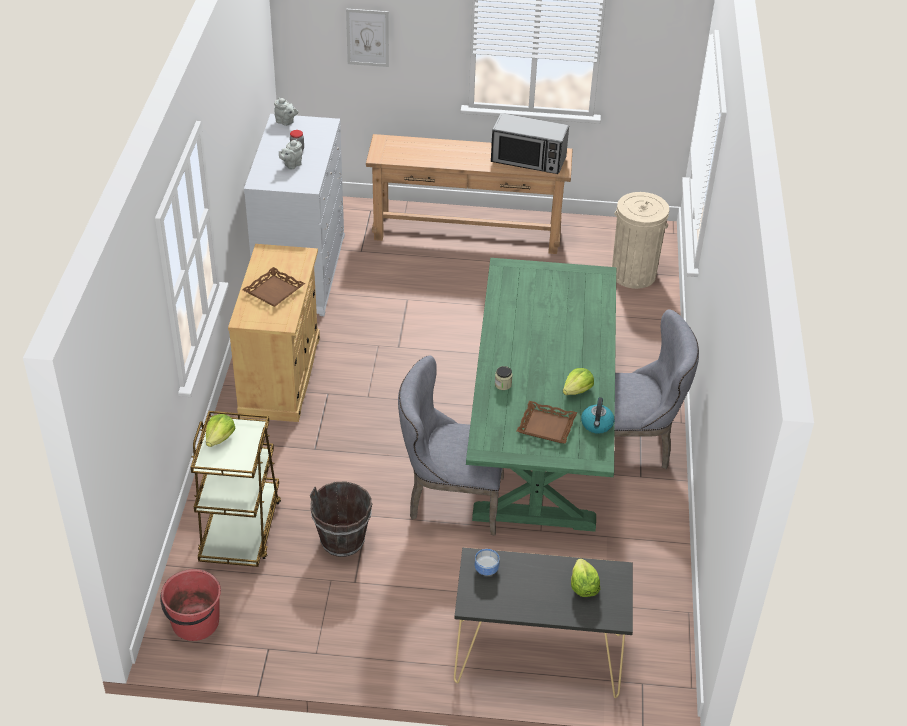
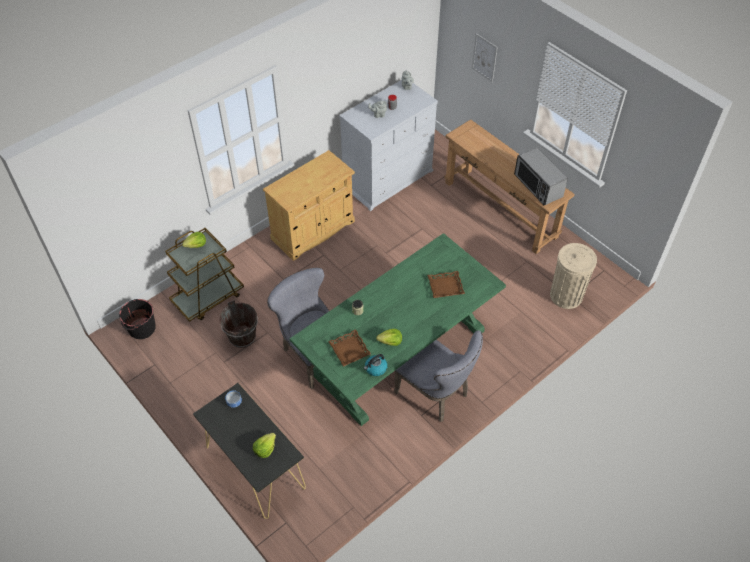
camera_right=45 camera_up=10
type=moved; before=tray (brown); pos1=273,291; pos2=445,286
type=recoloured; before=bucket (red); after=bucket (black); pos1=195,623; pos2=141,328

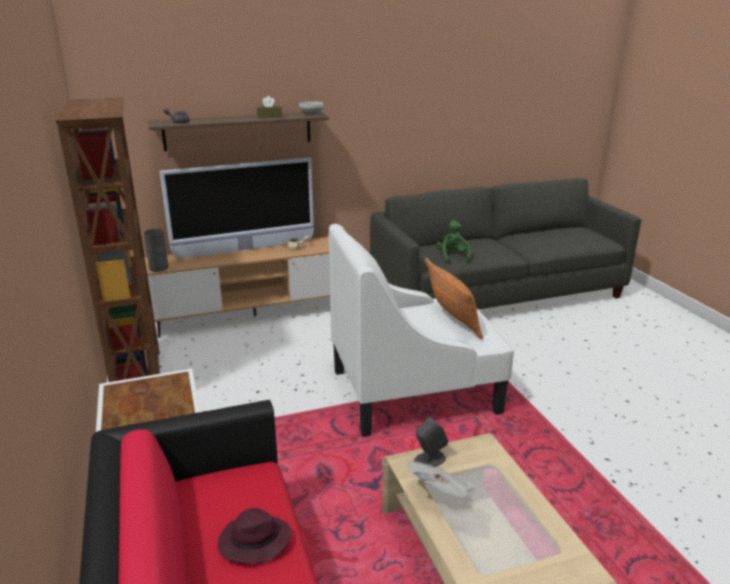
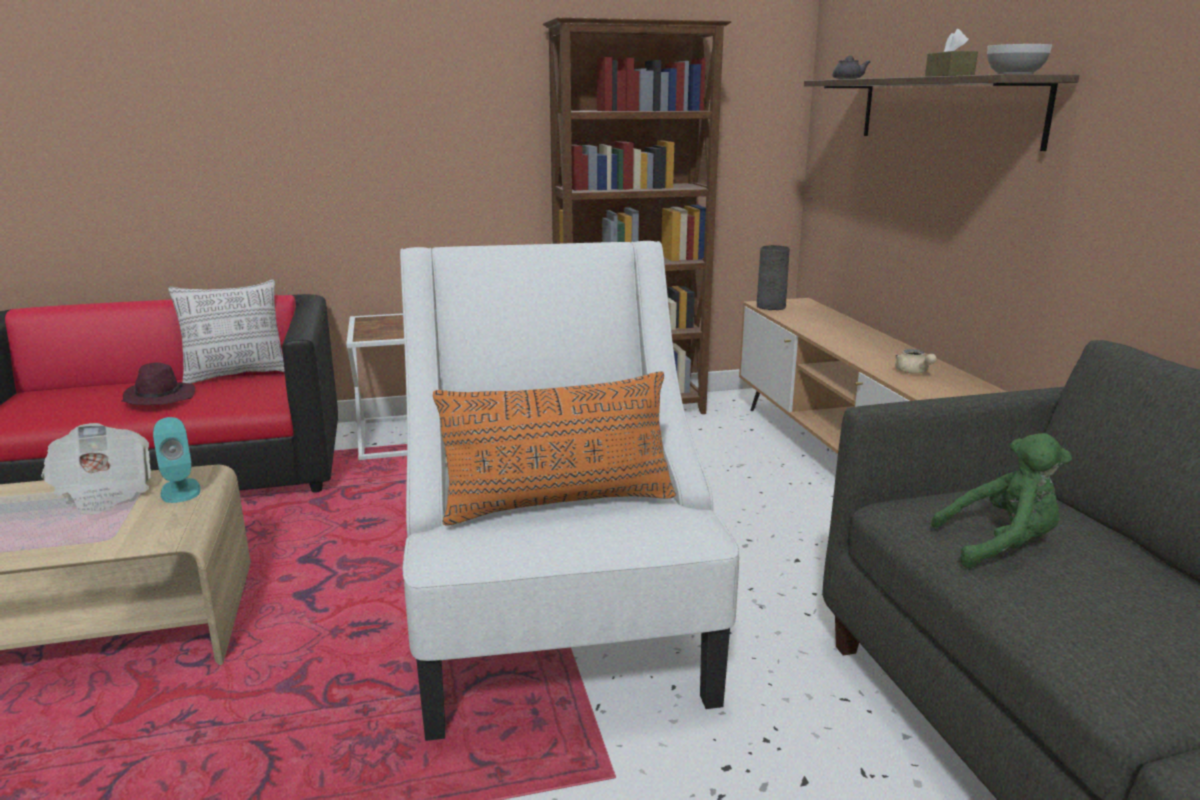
camera_right=95 camera_up=-5
type=removed; before=television; pos1=245,249
type=recoloured; before=speaker (grey); after=speaker (turquoise); pos1=429,459; pos2=180,491
type=added; after=pillow; pos2=237,375

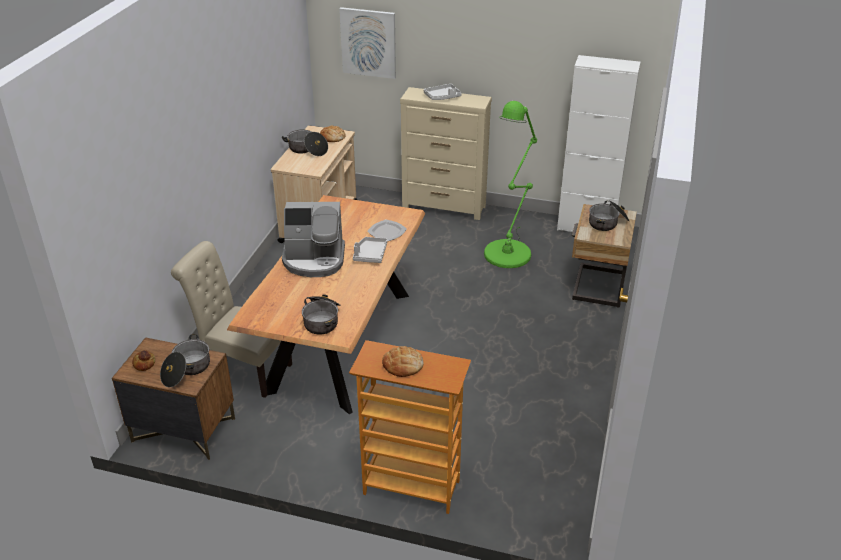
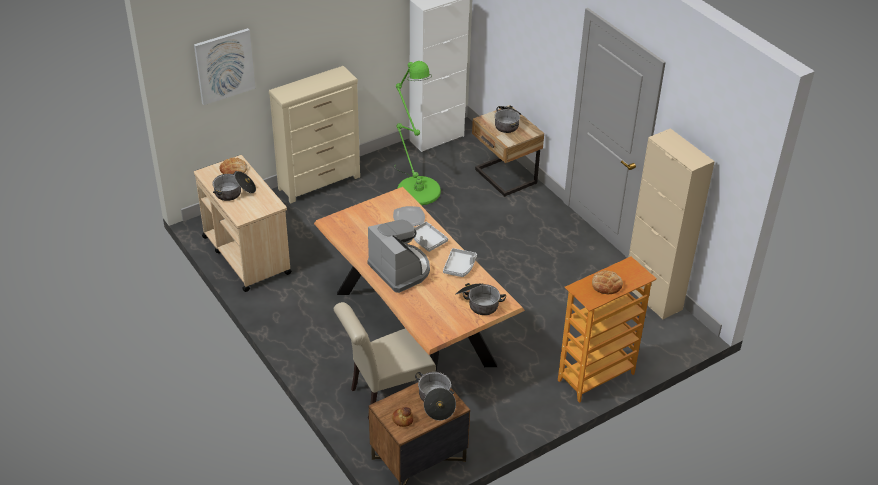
camera_right=-50 camera_up=5
type=moved; before=tray (grey); pos1=442,97; pos2=460,267
type=turned; before=coffee machine; pos1=314,260; pos2=400,269; turn=-75
type=added; after=cabinet (beige); pos2=653,297

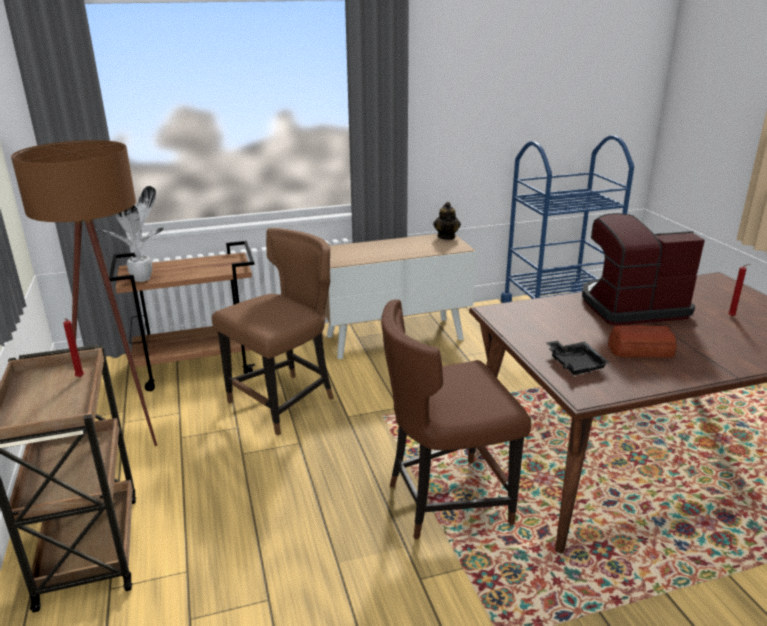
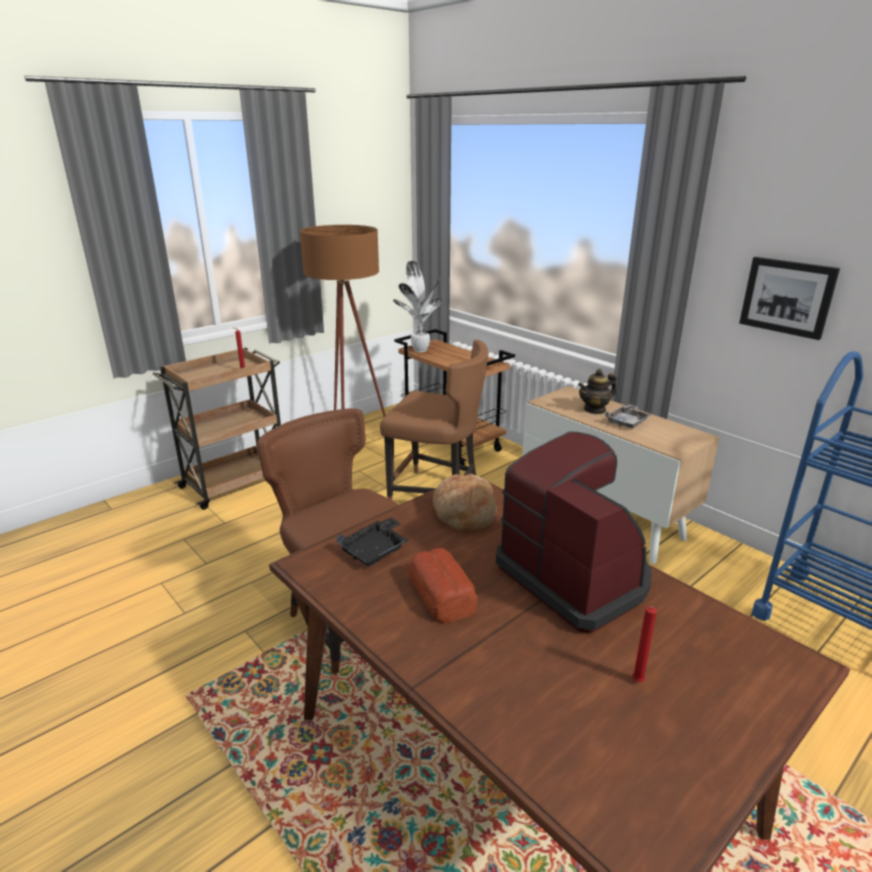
camera_right=65 camera_up=0
type=moved; before=teapot; pos1=446,237; pos2=595,410
type=added; after=picture; pos2=787,297
type=added; after=tray (grey); pos2=627,422
type=added; after=bread; pos2=464,514

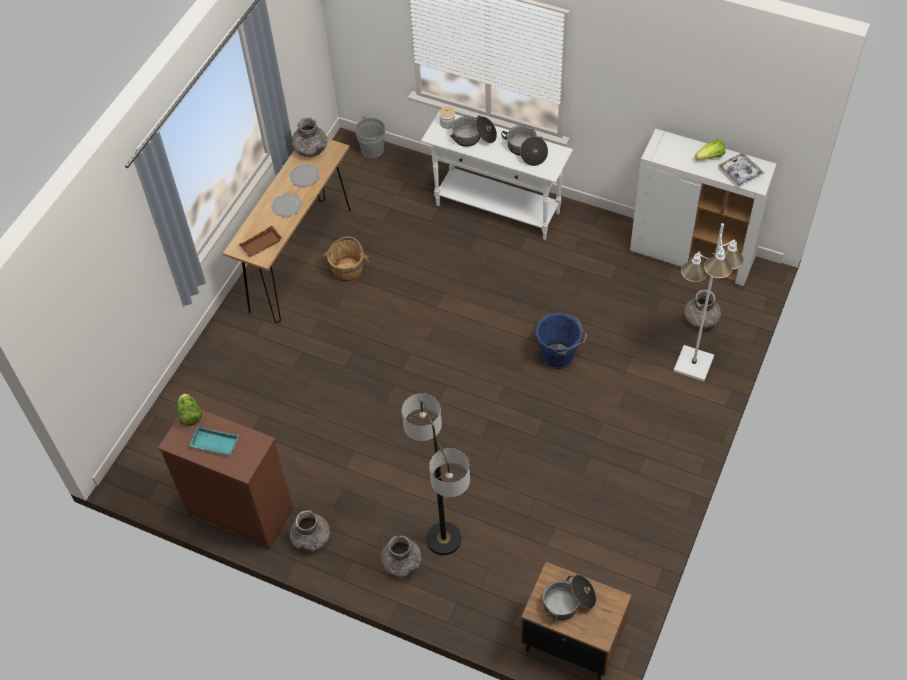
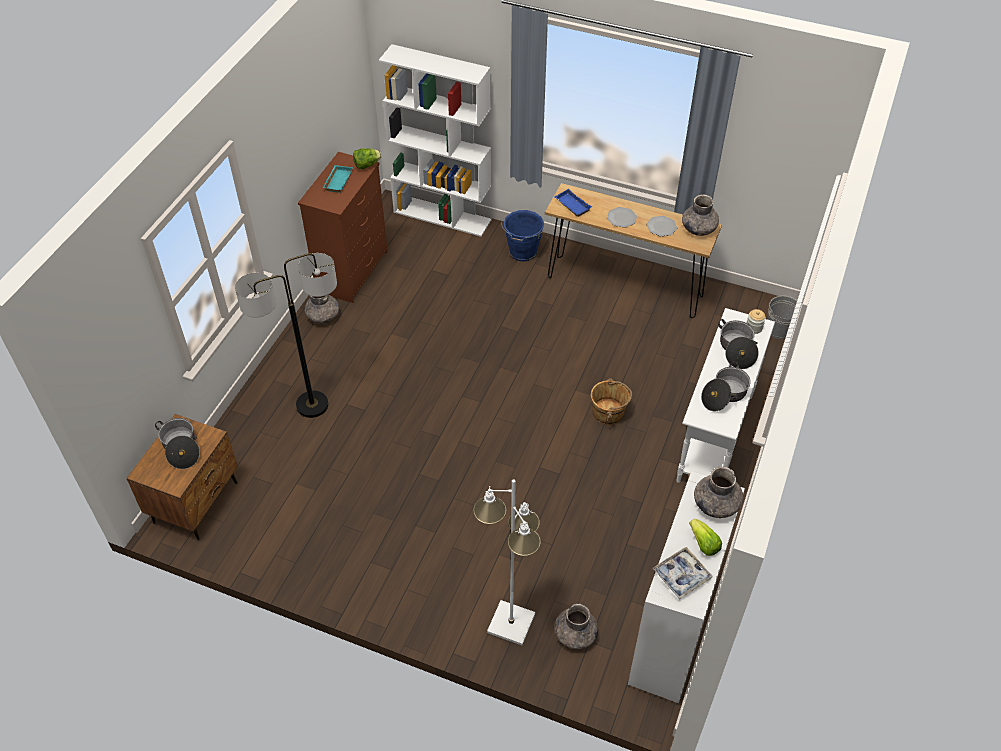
camera_right=85 camera_up=-5
type=recoloured; before=tray (brown); after=tray (blue); pos1=261,245; pos2=571,205
type=moved; before=bucket (brown); pos1=348,270; pos2=608,412
type=moved; before=bucket (blue); pos1=559,356; pos2=522,253
type=moved; before=vase (grey); pos1=401,563; pos2=716,504
type=added; after=bookcase (white); pos2=443,216

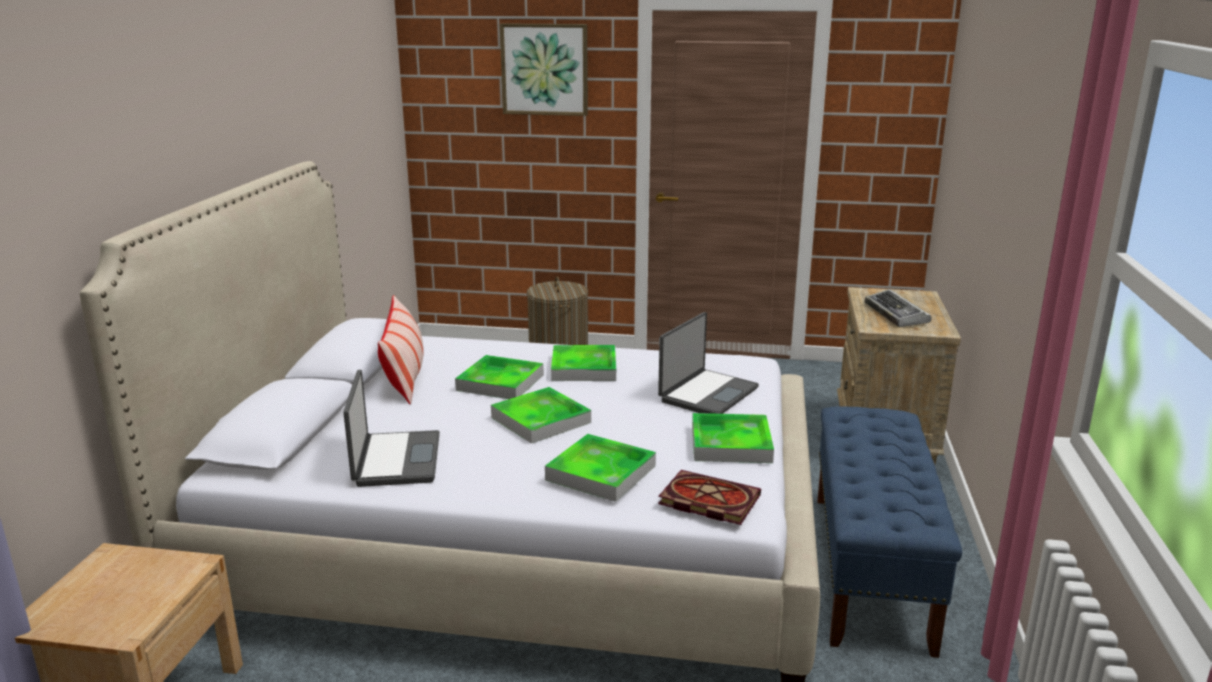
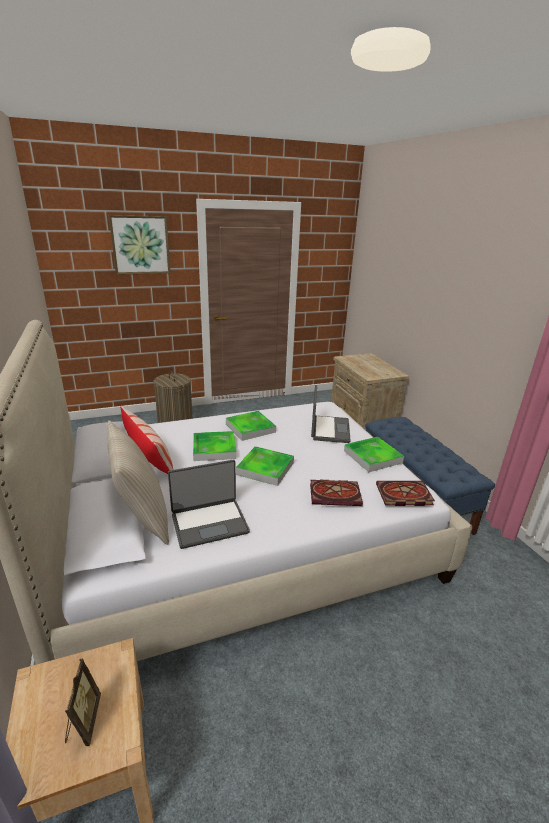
camera_right=-30 camera_up=5
type=removed; before=keyboard; pos1=897,315
type=turned; before=laptop; pos1=395,460; pos2=209,523; turn=105
type=replaced; before=tray; after=book; pos1=601,473; pos2=336,494
type=added; after=pillow (beige); pos2=142,517
type=added; after=picture frame; pos2=83,721

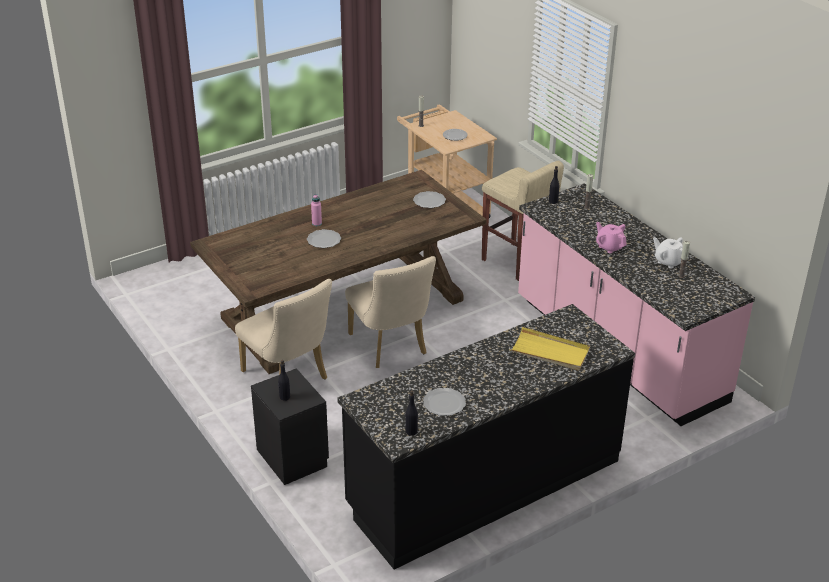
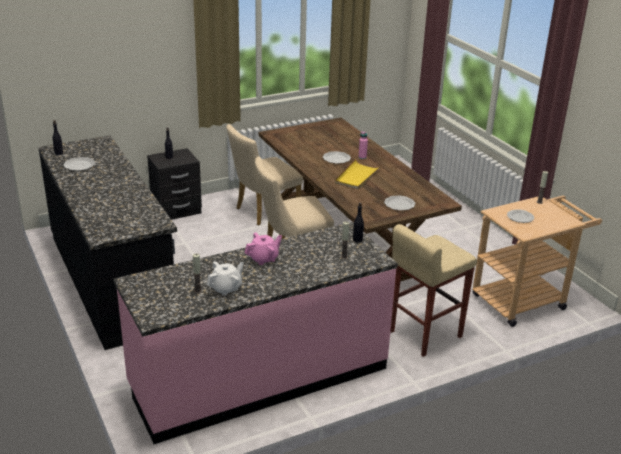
camera_right=95 camera_up=-5
type=moved; before=tray (yellow); pos1=550,352; pos2=357,176

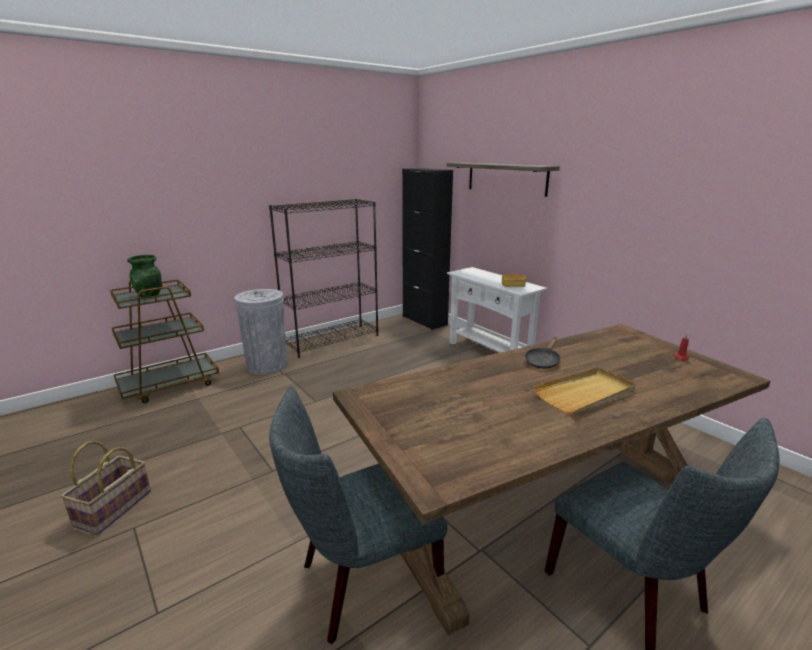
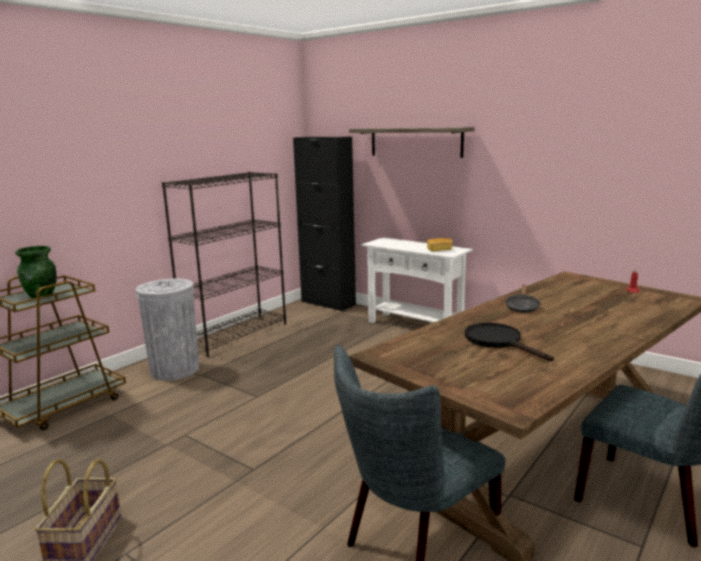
camera_right=-15 camera_up=-5
type=removed; before=tray (beige); pos1=585,393
type=added; after=frying pan (black); pos2=499,342

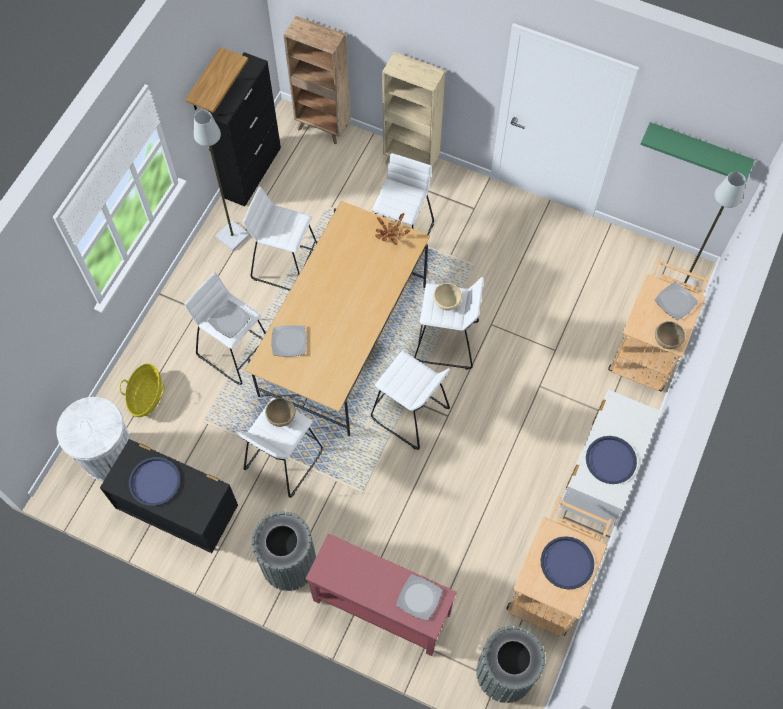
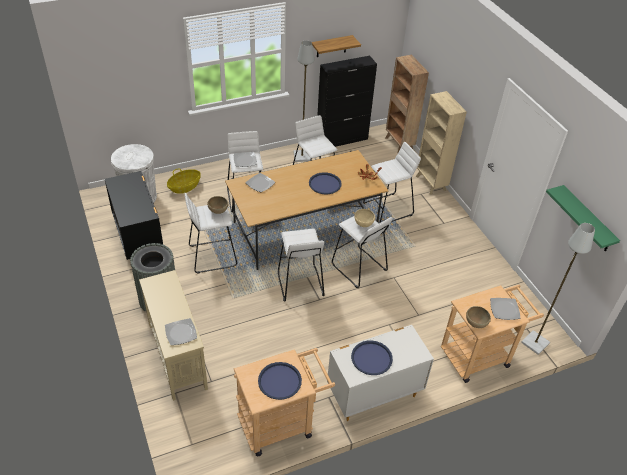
camera_right=40 camera_up=-20
type=moved; before=tray (blue); pos1=154,482; pos2=325,184
type=recoloured; before=console table (red); after=console table (beige); pos1=381,606; pos2=177,355
type=removed; before=trash can (grey); pos1=504,672

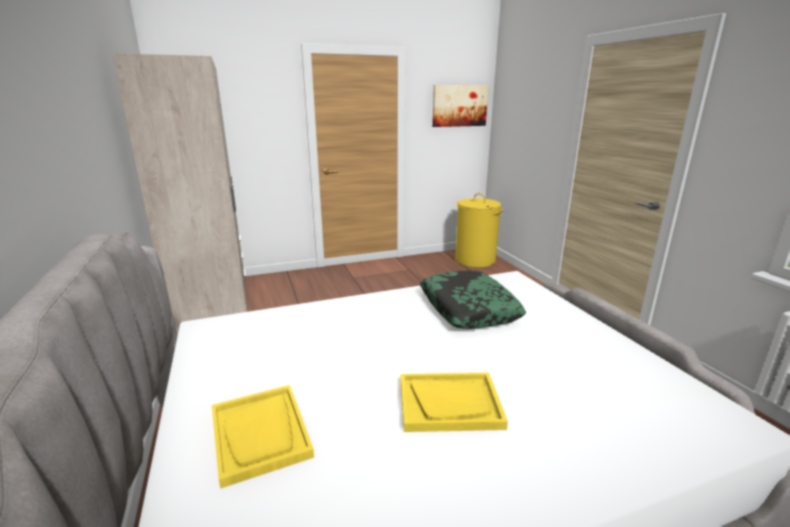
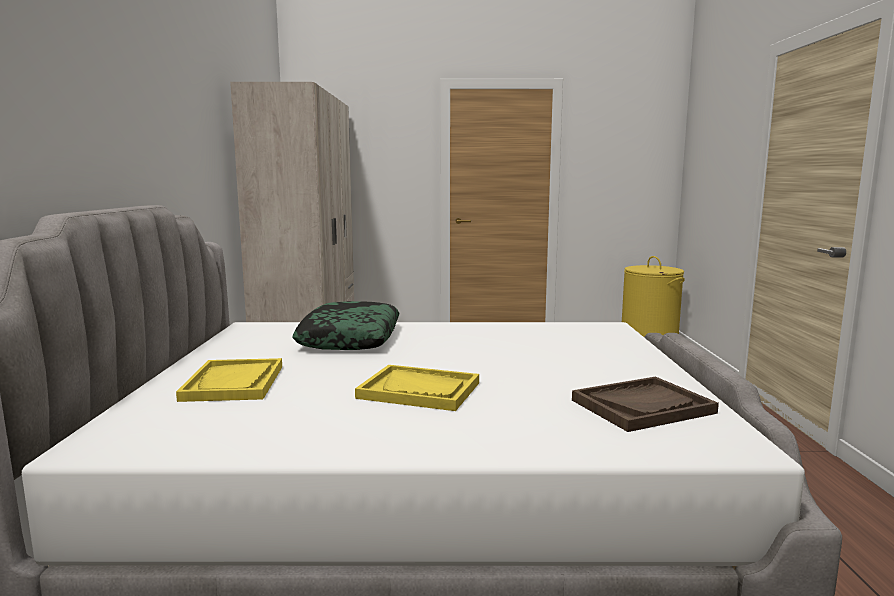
camera_right=20 camera_up=-10
type=removed; before=picture; pos1=459,106
type=moved; before=pillow; pos1=467,308; pos2=350,338
type=added; after=tray (brown); pos2=642,406

